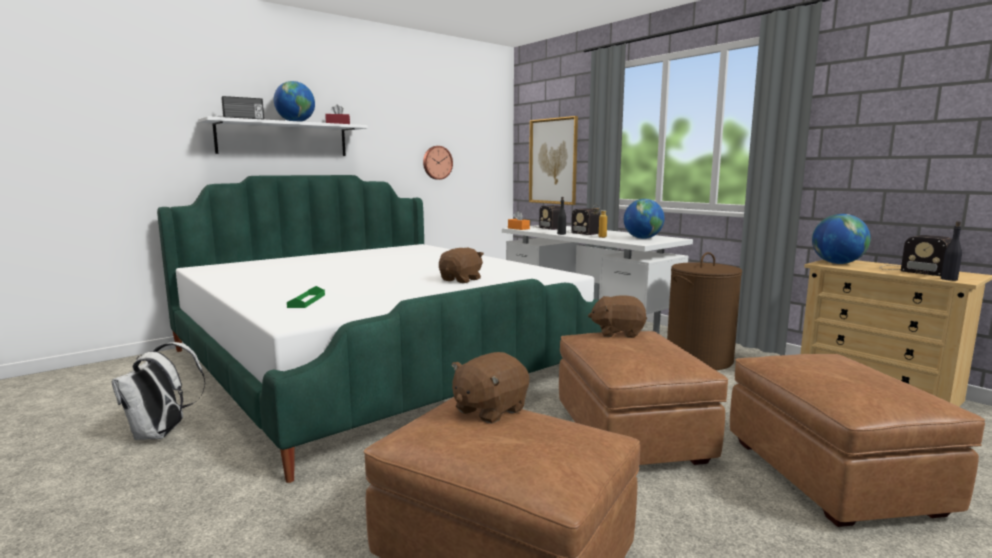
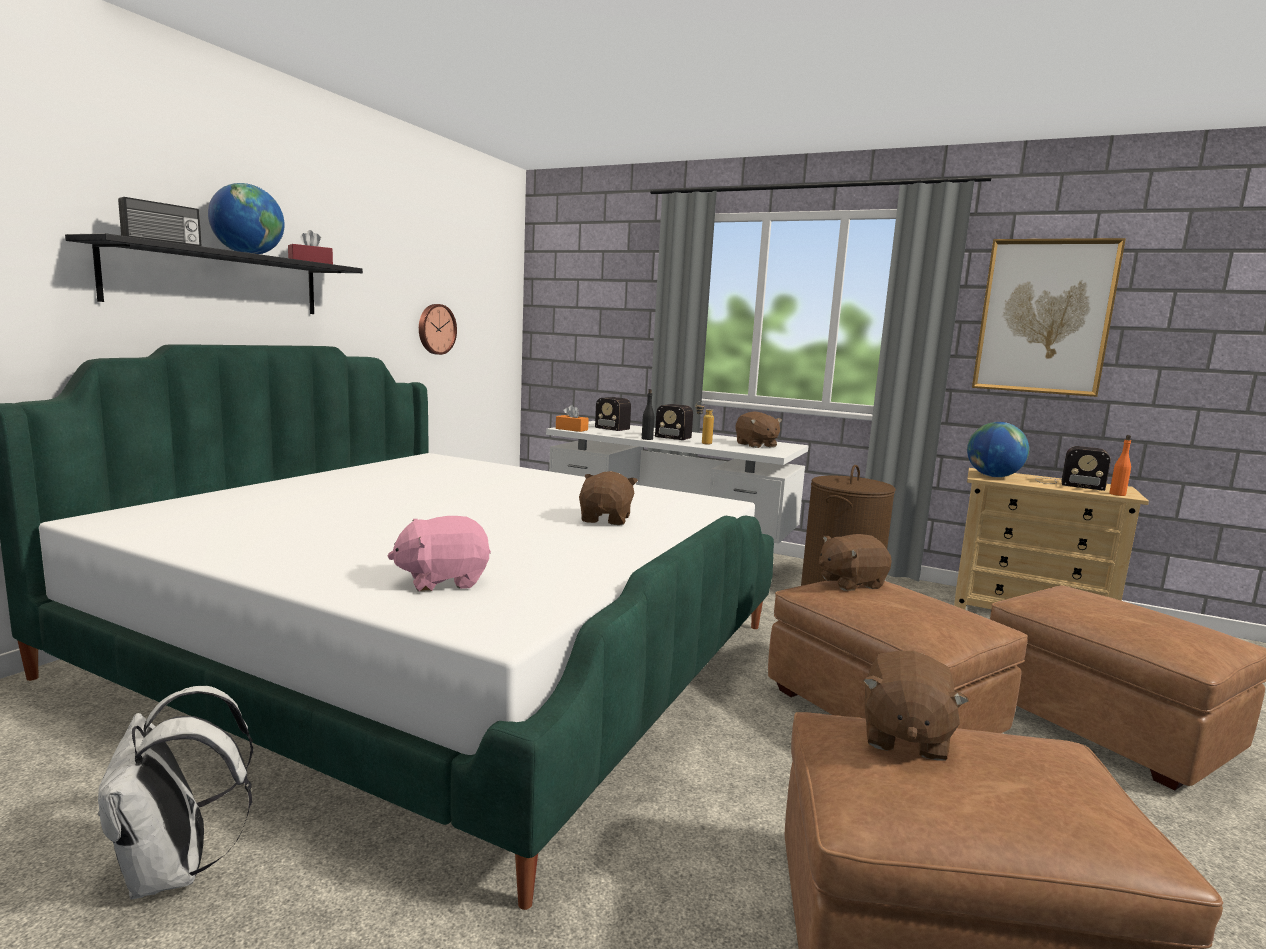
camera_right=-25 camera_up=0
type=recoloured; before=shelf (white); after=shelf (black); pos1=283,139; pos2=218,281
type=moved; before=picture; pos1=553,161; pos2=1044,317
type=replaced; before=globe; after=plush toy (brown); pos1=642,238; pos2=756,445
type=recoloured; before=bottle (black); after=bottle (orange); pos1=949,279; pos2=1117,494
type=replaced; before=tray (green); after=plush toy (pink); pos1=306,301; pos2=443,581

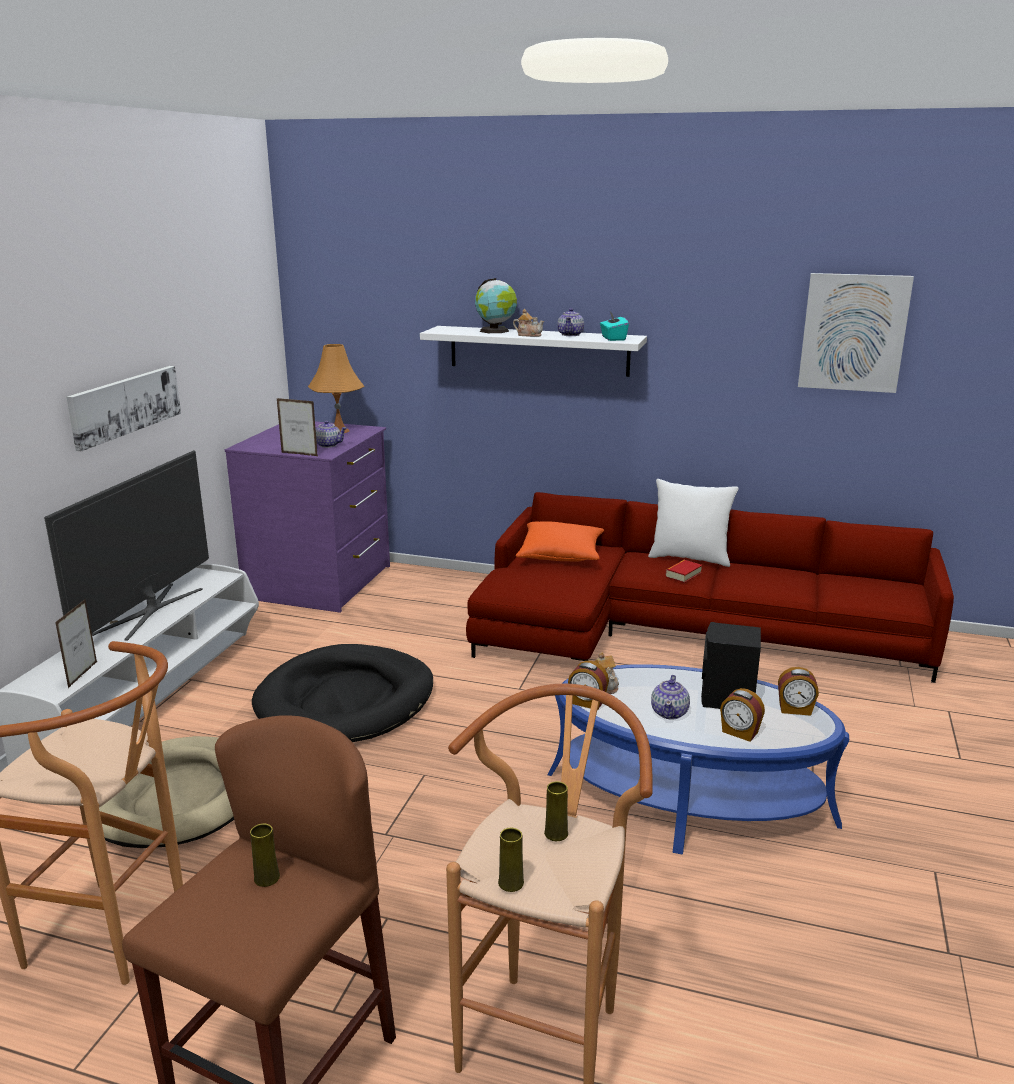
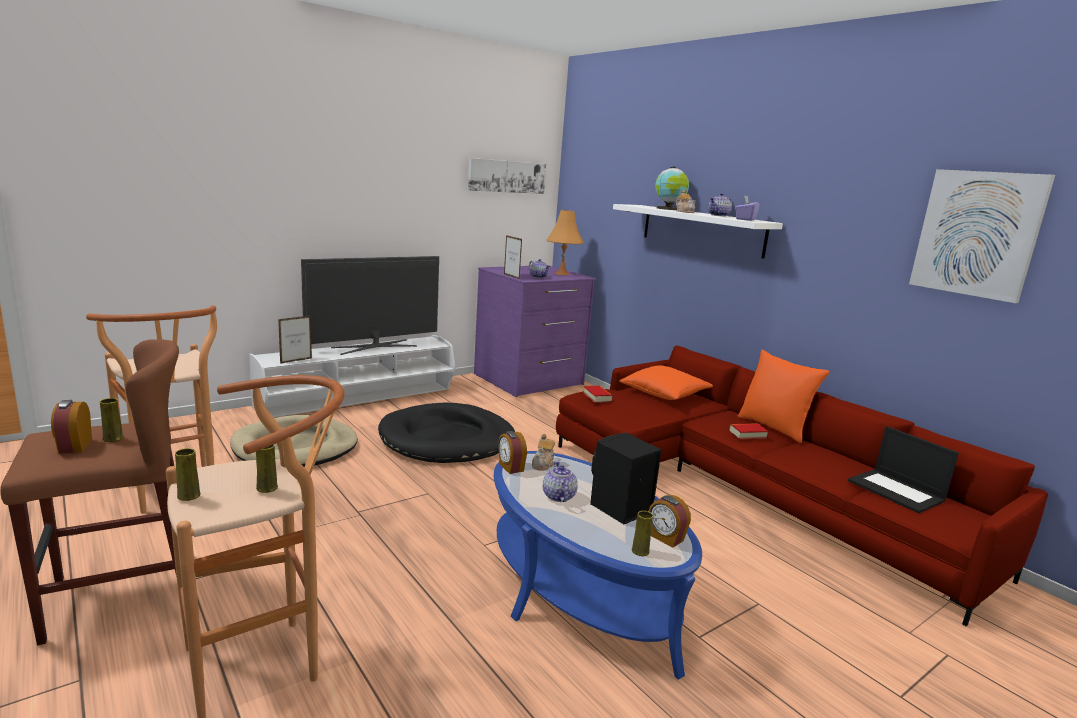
camera_right=35 camera_up=-5
type=recoloured; before=tissue box (turquoise); after=tissue box (purple); pos1=613,338; pos2=745,219
type=moved; before=picture; pos1=125,405; pos2=507,176
type=recoloured; before=pillow (white); after=pillow (orange); pos1=689,558; pos2=774,428
type=turned; before=teapot; pos1=670,712; pos2=558,496; turn=120
type=moved; before=alarm clock; pos1=739,732; pos2=74,446
type=added; after=book; pos2=597,397
type=added; after=laptop; pos2=897,491
type=added; after=vase (yellow); pos2=640,551

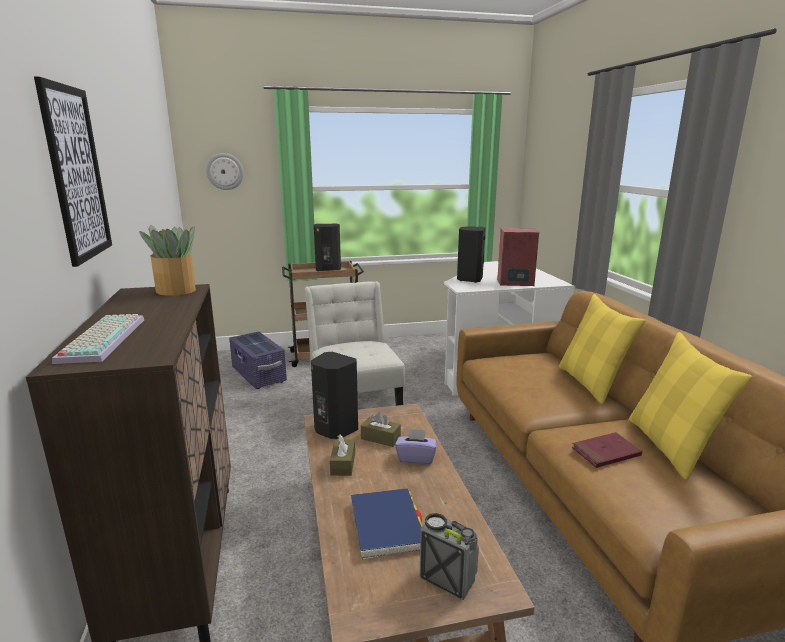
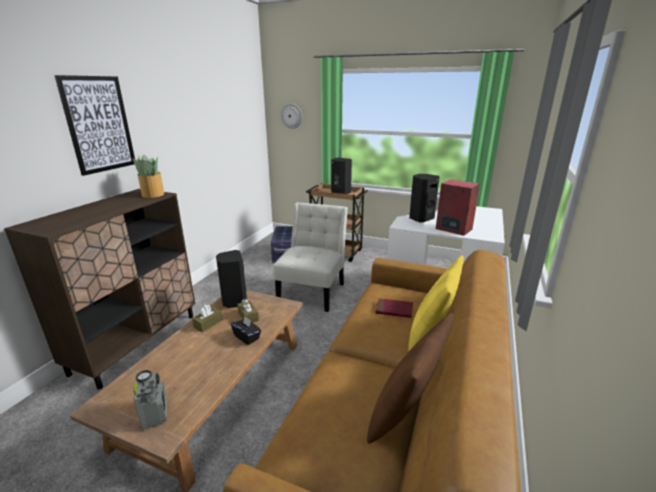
camera_right=35 camera_up=5
type=removed; before=keyboard; pos1=101,339
type=recoloured; before=pillow (yellow); after=pillow (brown); pos1=670,447; pos2=405,412
type=recoloured; before=tissue box (purple); after=tissue box (black); pos1=416,458; pos2=247,337
type=moved; before=book (red); pos1=606,453; pos2=394,310
type=removed; before=book (blue); pos1=387,525

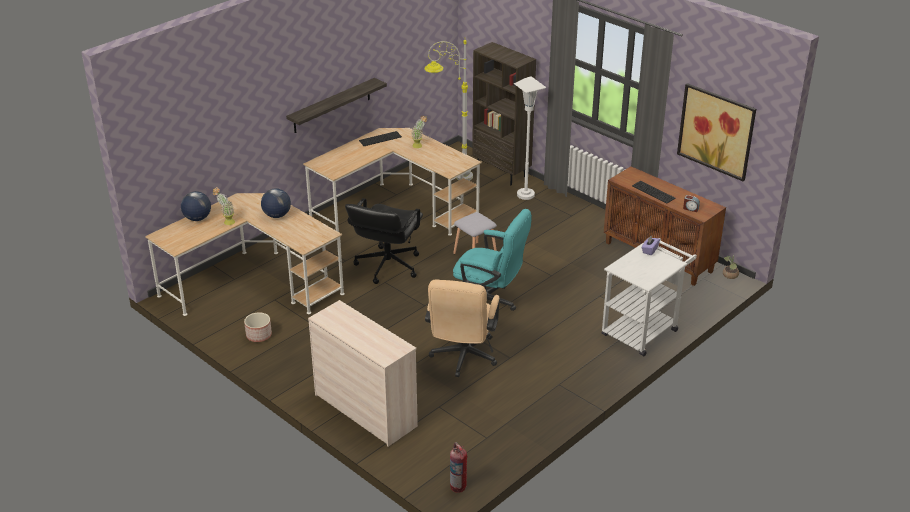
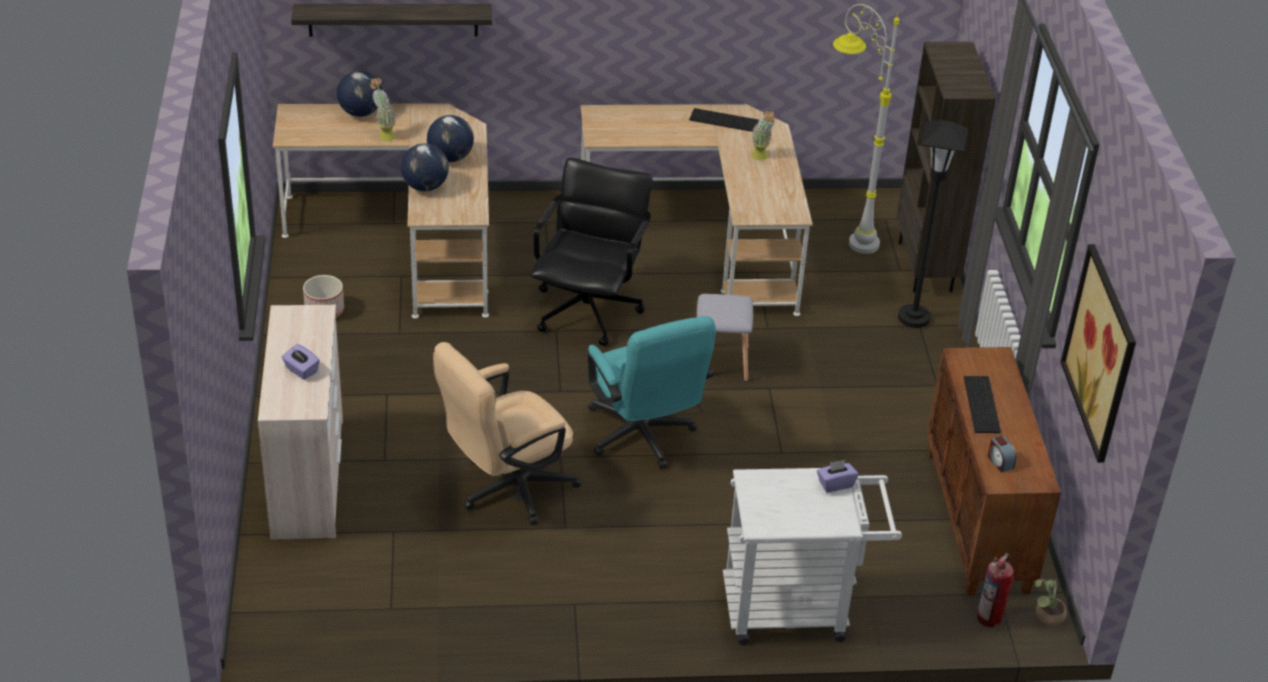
camera_right=40 camera_up=5
type=recoloured; before=floor lamp (white); after=floor lamp (black); pos1=525,195; pos2=914,318
type=moved; before=shelf; pos1=332,106; pos2=393,19
type=turned; before=office chair (black); pos1=387,266; pos2=588,311; turn=135
type=moved; before=fire extinguisher; pos1=458,486; pos2=989,618
type=added; after=globe; pos2=425,186
type=added; after=tissue box (purple); pos2=301,370

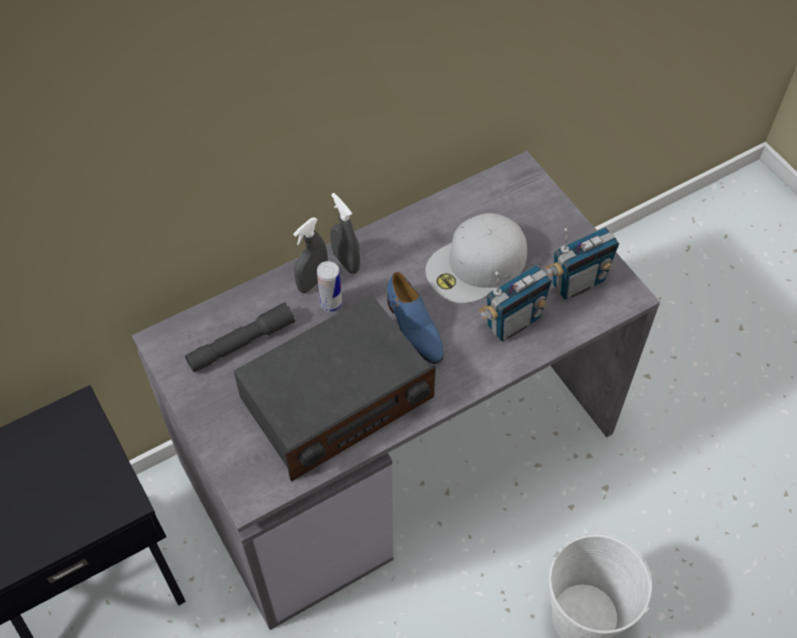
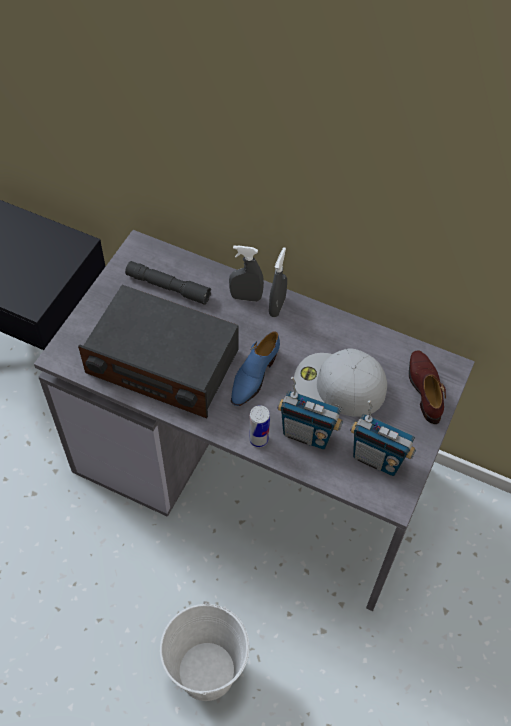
camera_right=55 camera_up=0
type=moved; before=can; pos1=331,304; pos2=258,439
type=added; after=shoe (brown); pos2=425,389

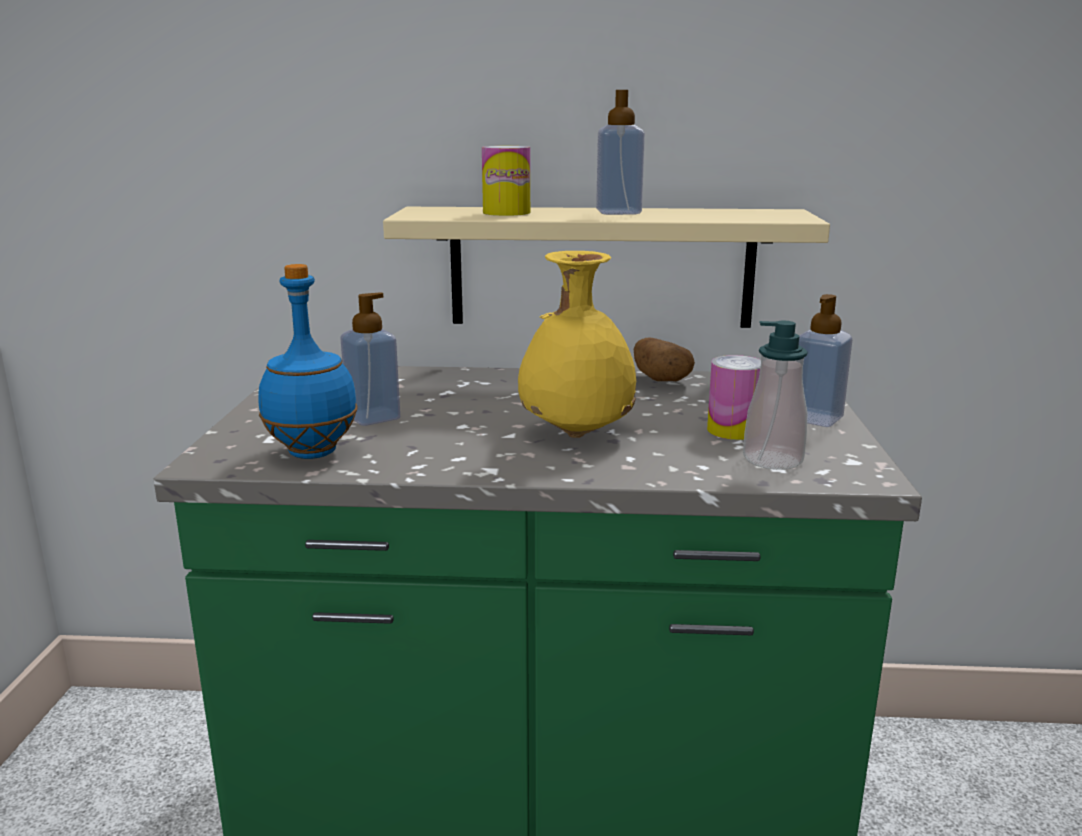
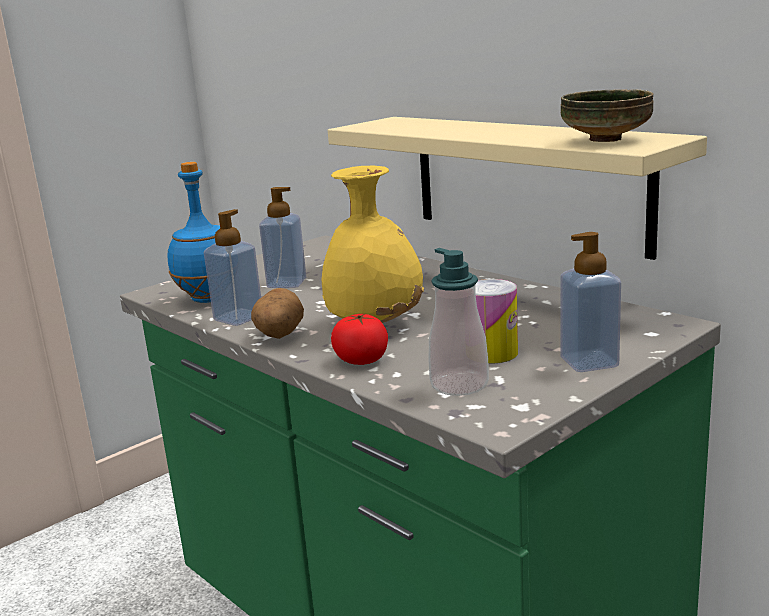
camera_right=45 camera_up=0
type=moved; before=soap dispenser; pos1=618,212; pos2=238,318
type=removed; before=can; pos1=506,212
type=moved; before=potato; pos1=663,380; pos2=279,334
type=added; after=bowl; pos2=606,140
type=added; after=tomato; pos2=362,360

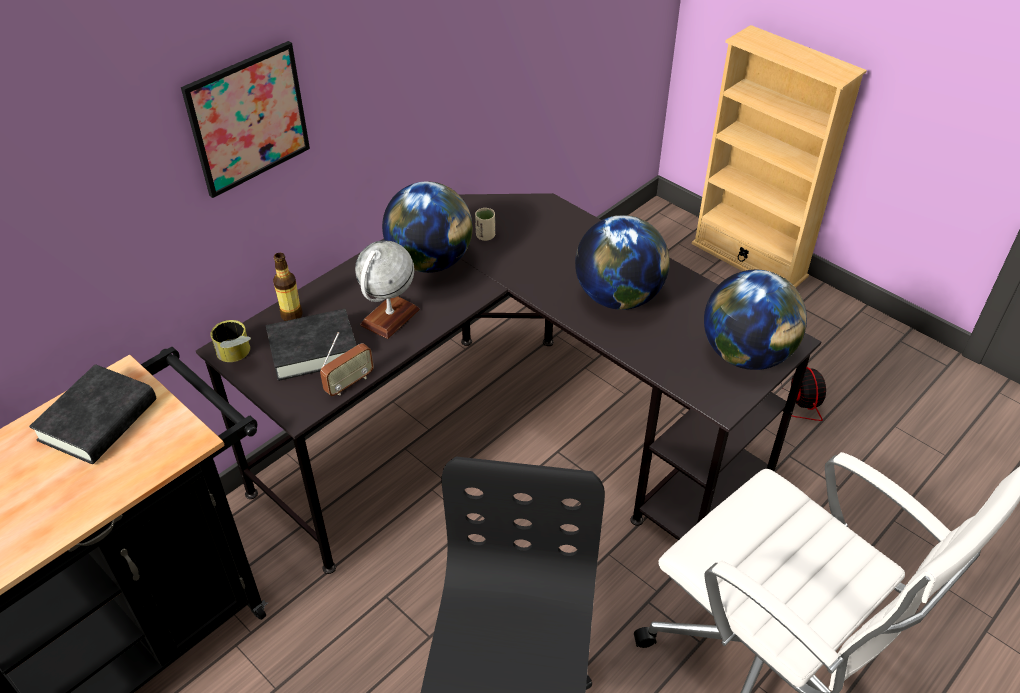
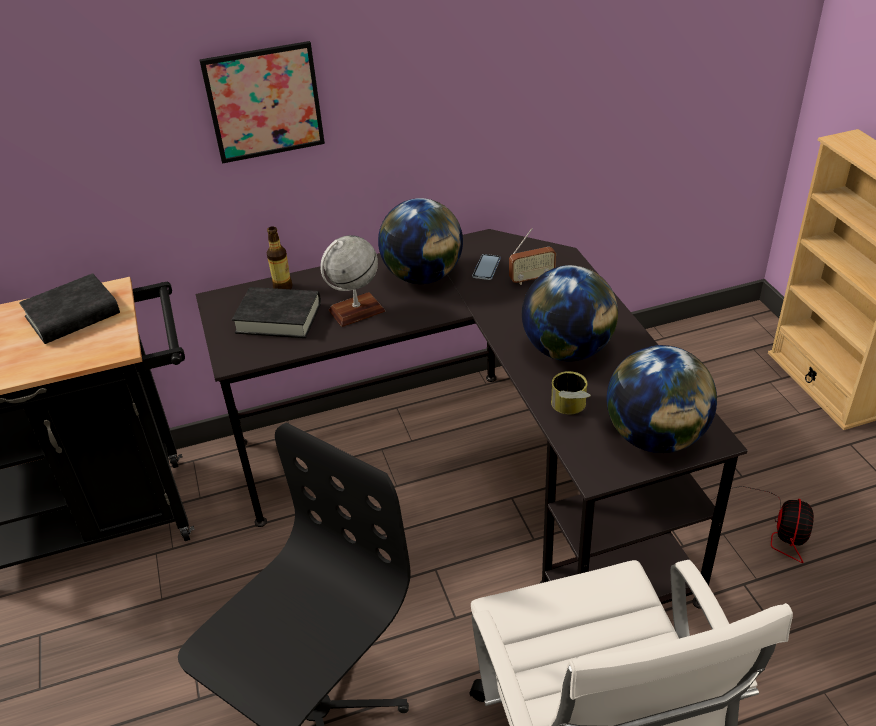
camera_right=30 camera_up=-5
type=replaced; before=cup (beige); after=phone; pos1=485,236; pos2=486,268
type=moved; before=can; pos1=236,357; pos2=569,410
type=moved; before=radio; pos1=349,383; pos2=531,279

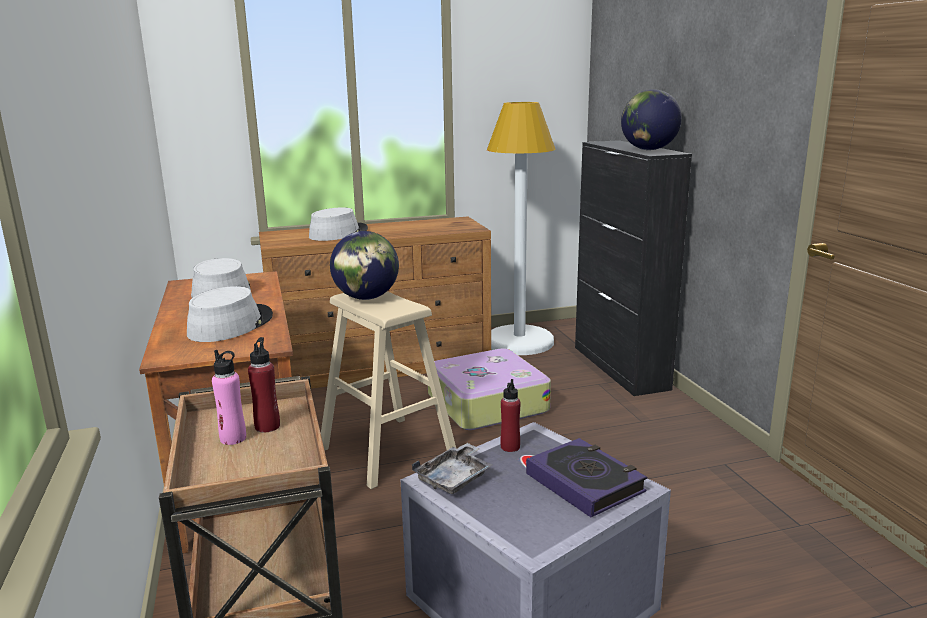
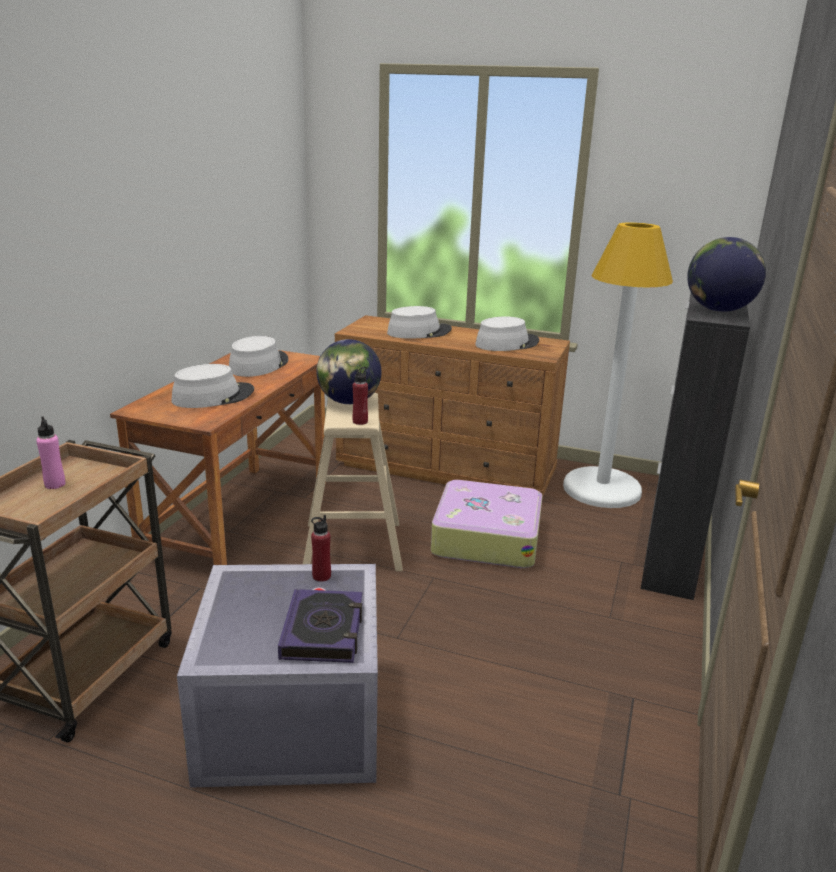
camera_right=35 camera_up=5
type=moved; before=bottle (red); pos1=267,426; pos2=360,421
type=removed; before=tray (grey); pos1=455,478
type=added; after=hat (grey); pos2=507,343

